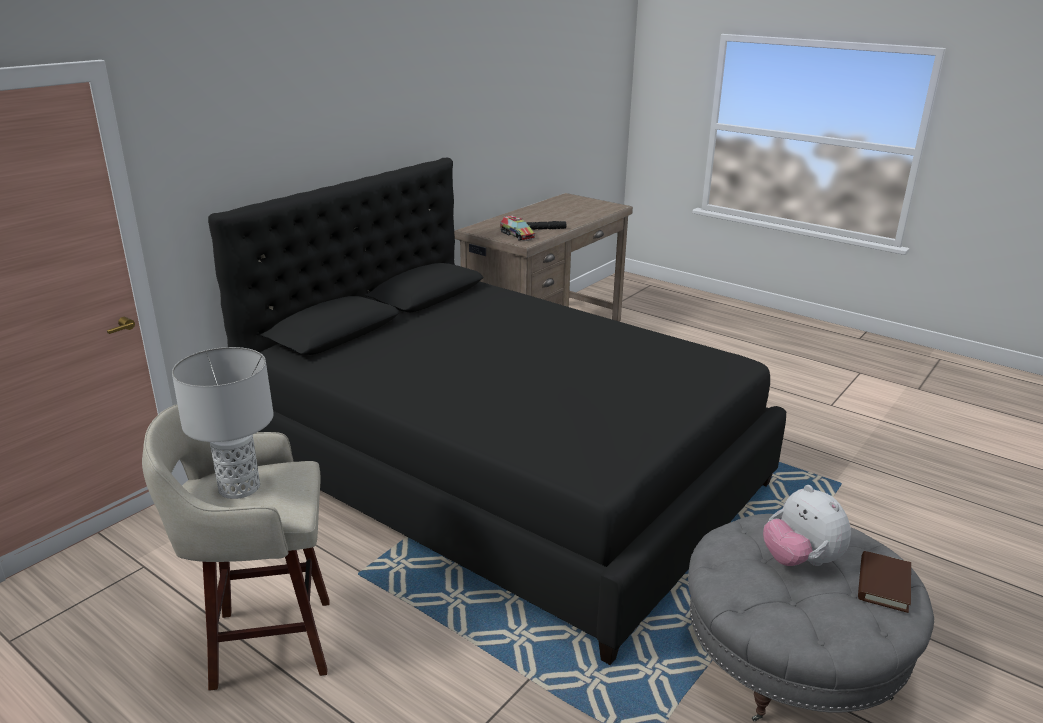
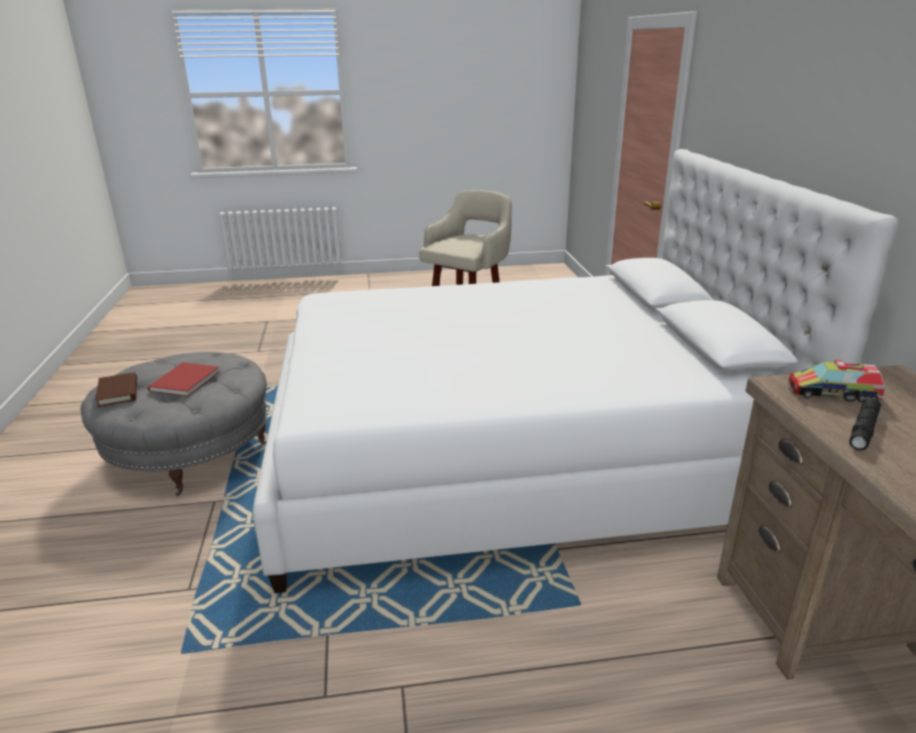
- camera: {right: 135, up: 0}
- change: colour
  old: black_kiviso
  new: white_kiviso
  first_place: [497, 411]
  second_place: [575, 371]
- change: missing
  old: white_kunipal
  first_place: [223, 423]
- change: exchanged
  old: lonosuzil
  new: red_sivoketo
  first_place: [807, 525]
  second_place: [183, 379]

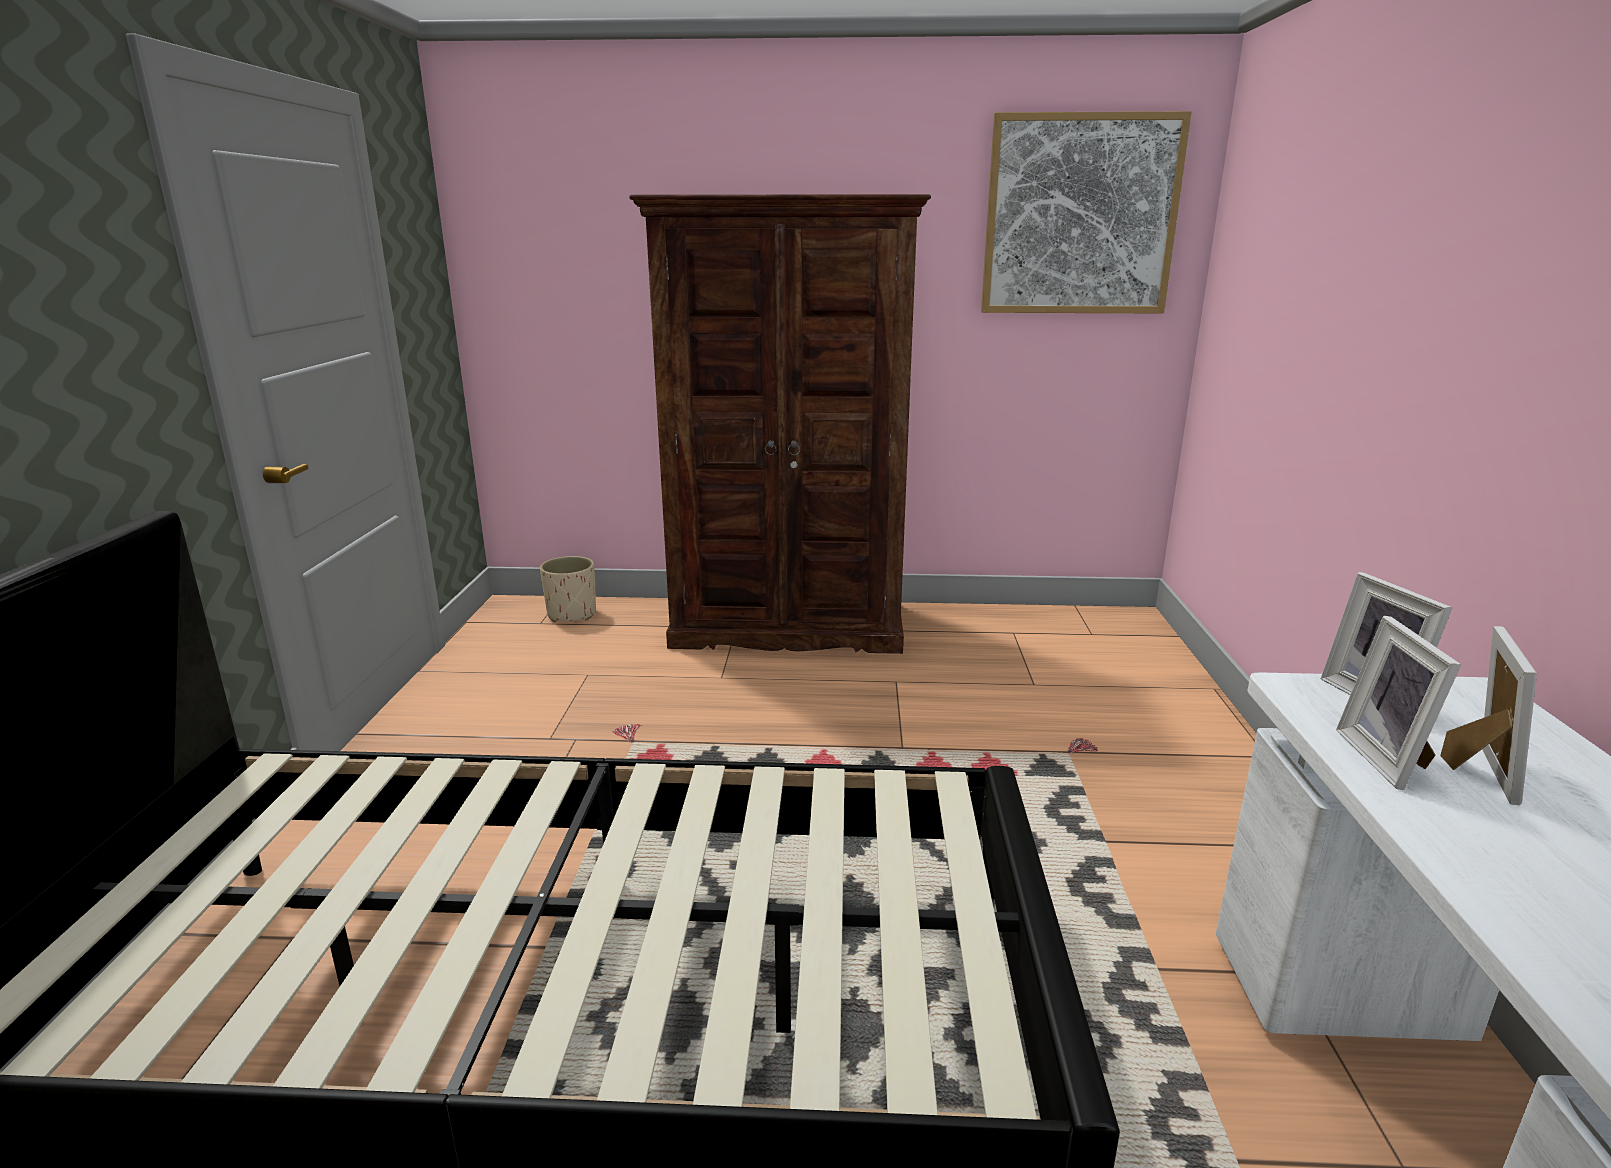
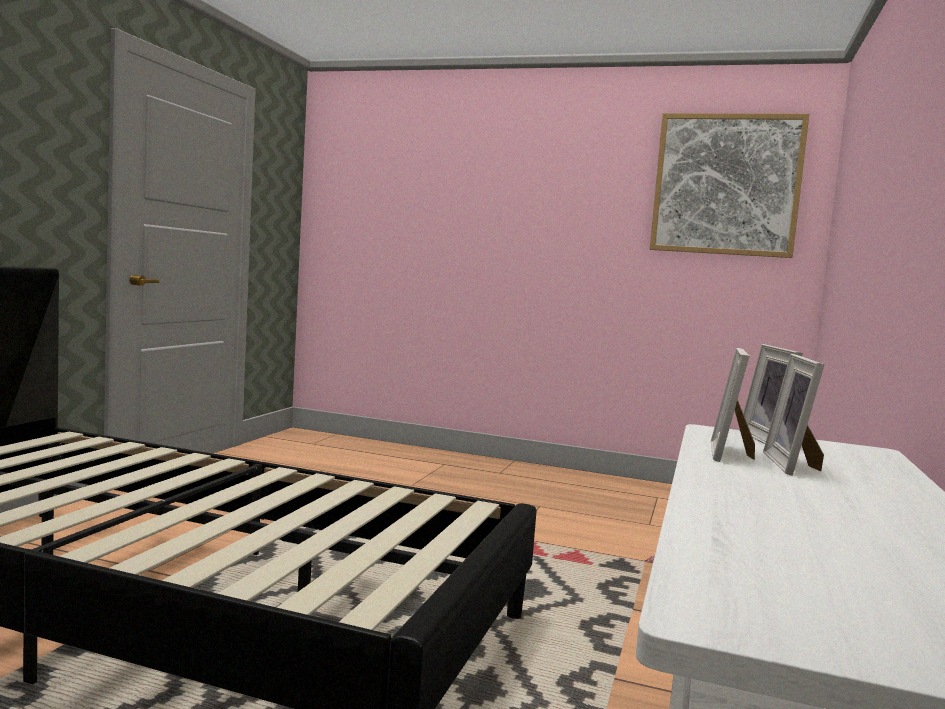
- camera: {right: 15, up: -15}
- change: missing
  old: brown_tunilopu
  first_place: [780, 424]
- change: missing
  old: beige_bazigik
  first_place: [568, 589]
- change: spun
  old: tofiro
  first_place: [1488, 715]
  second_place: [794, 415]
  degrees: 150

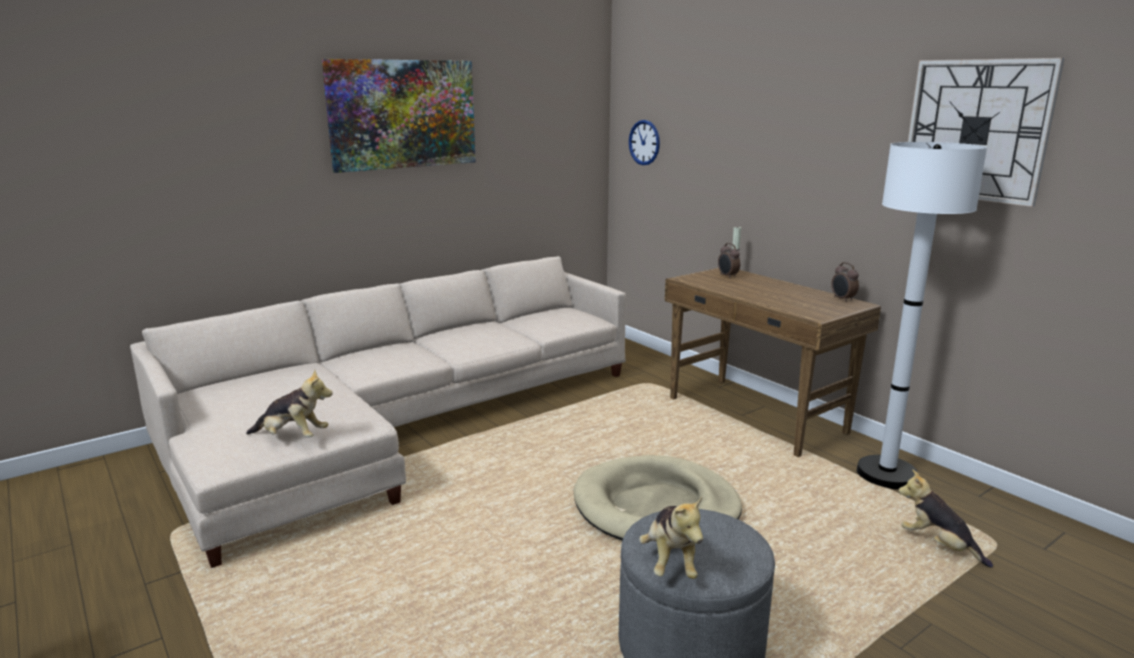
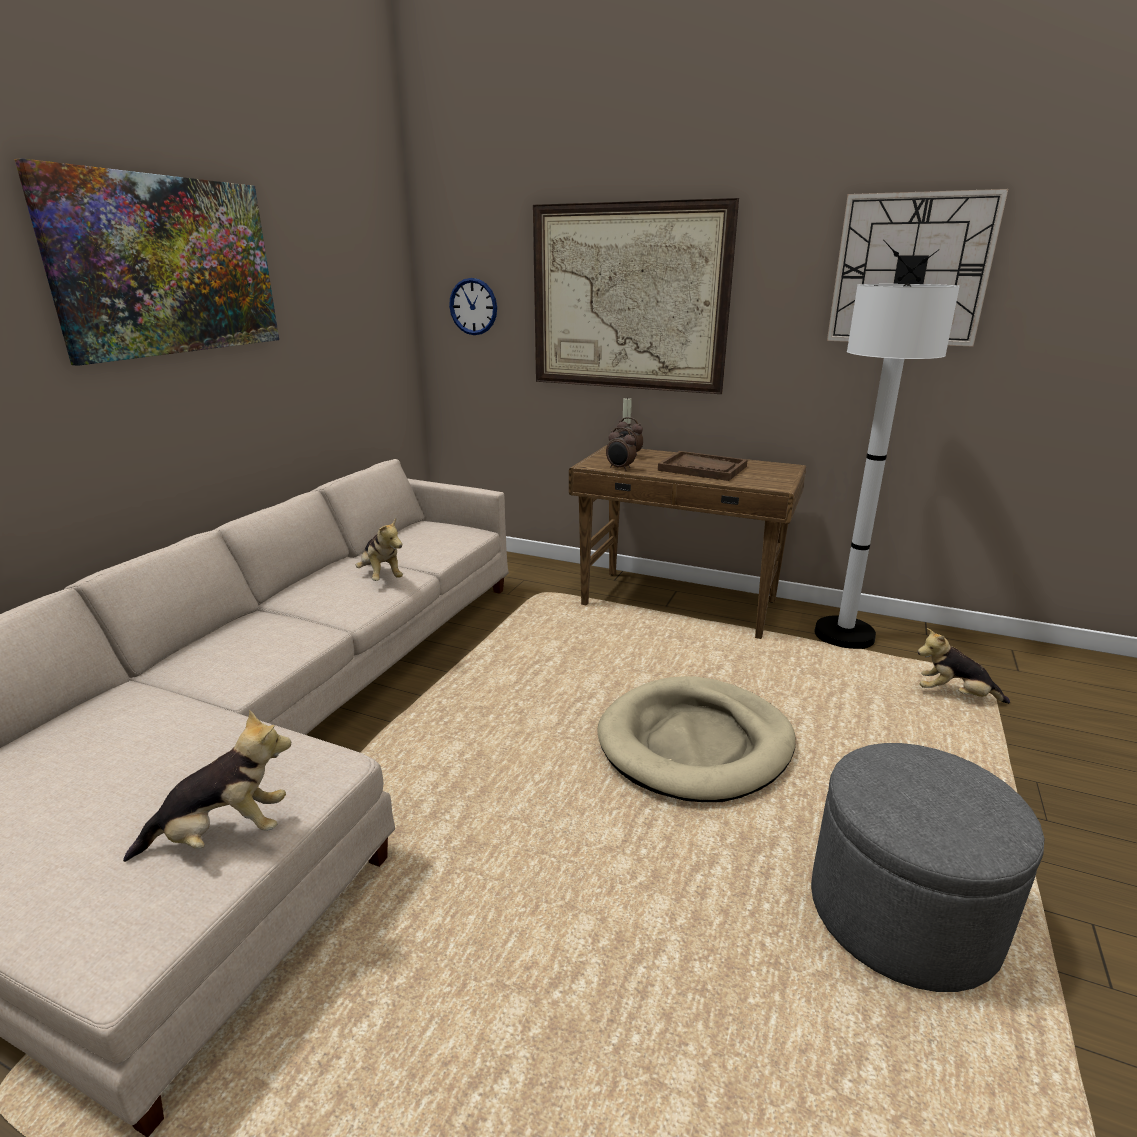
- camera: {right: -30, up: 5}
- change: relocated
  old: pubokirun
  first_place: [845, 282]
  second_place: [621, 449]
- change: relocated
  old: lonosuzil
  first_place: [671, 538]
  second_place: [379, 549]
- change: appeared
  new: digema
  second_place: [636, 296]
- change: appeared
  new: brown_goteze
  second_place: [703, 466]

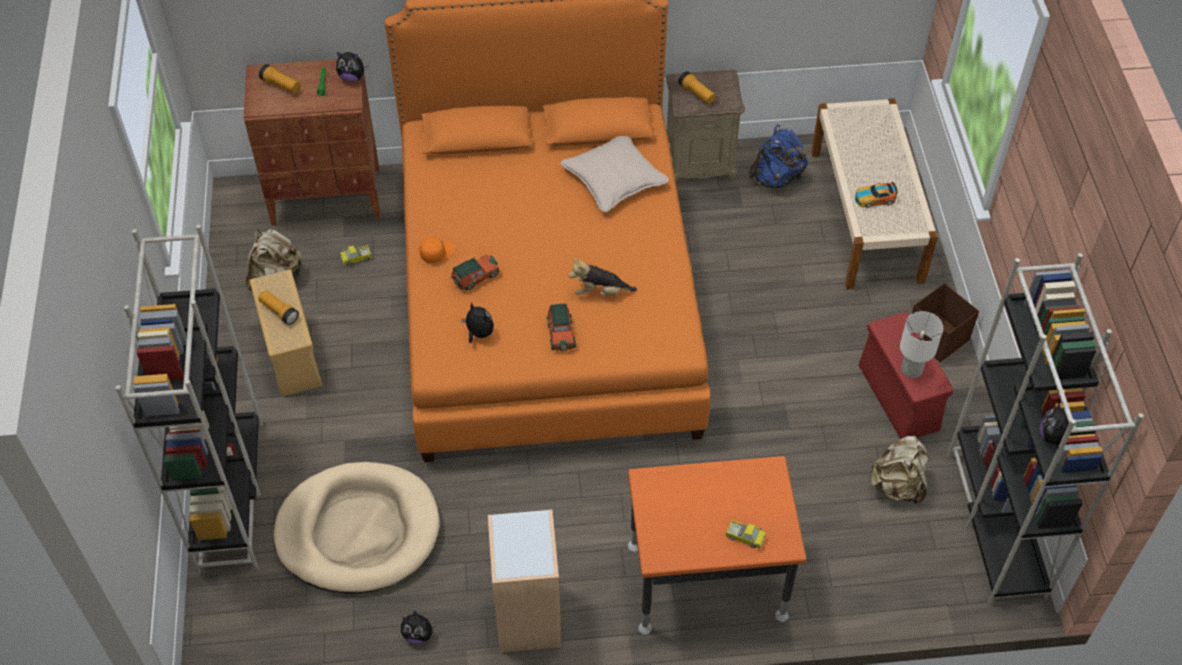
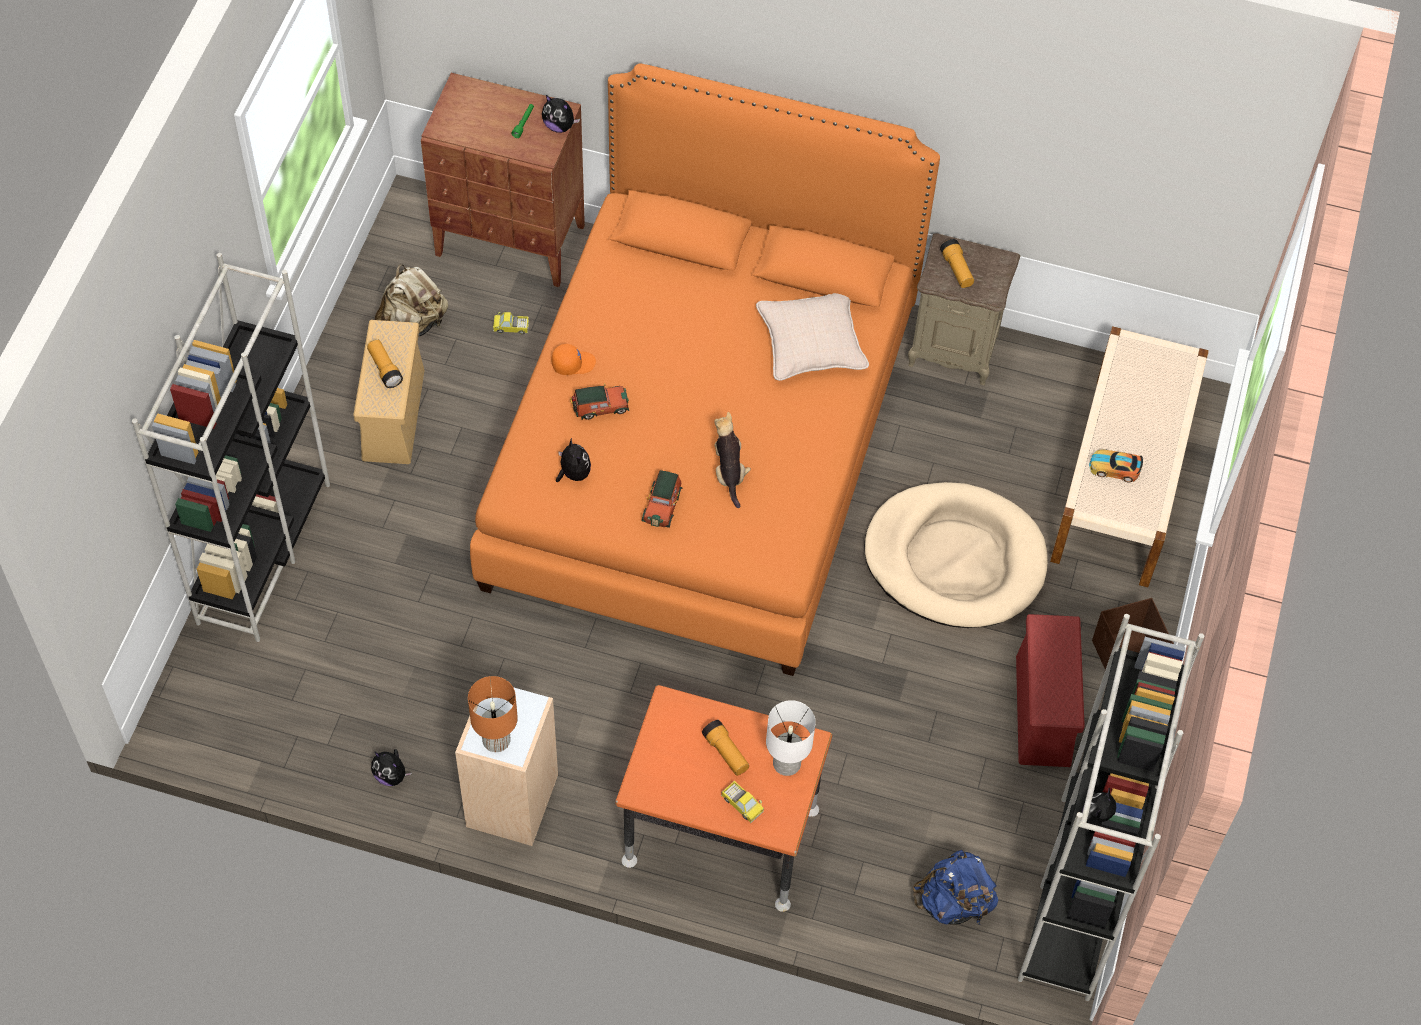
- camera: {right: 20, up: 5}
- change: relocated
  old: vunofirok
  first_place: [279, 79]
  second_place: [725, 748]
- change: relocated
  old: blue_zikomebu
  first_place: [778, 156]
  second_place: [955, 887]
- change: spun
  old: lonosuzil
  first_place: [602, 276]
  second_place: [732, 460]
  degrees: 60
- change: relocated
  old: white_kunipal
  first_place: [921, 344]
  second_place: [791, 738]
- change: missing
  old: beige_zikomebu
  first_place: [899, 470]
- change: relocated
  old: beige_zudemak
  first_place: [357, 528]
  second_place: [956, 555]
- change: appeared
  new: orange_kunipal
  second_place: [493, 714]

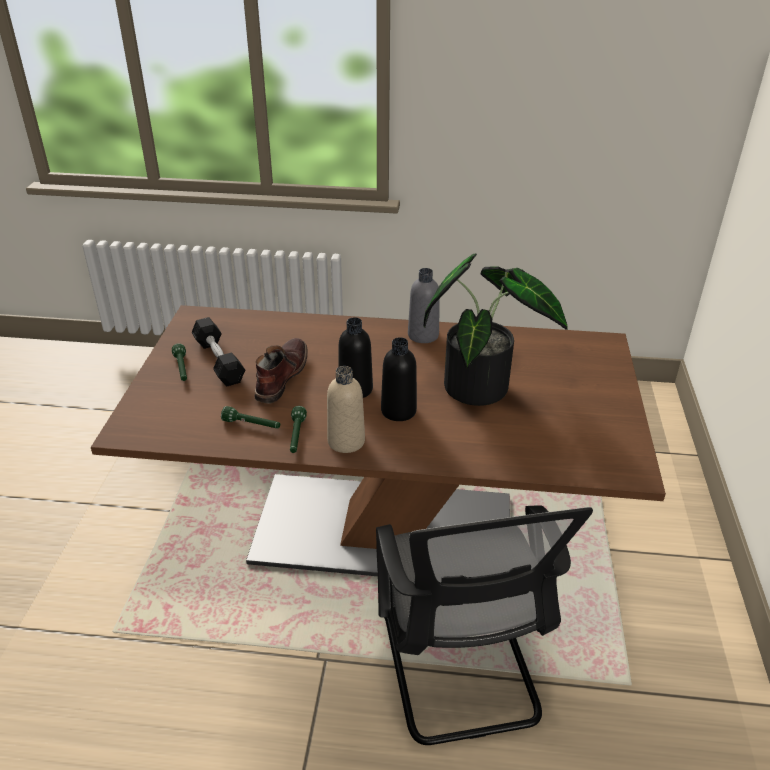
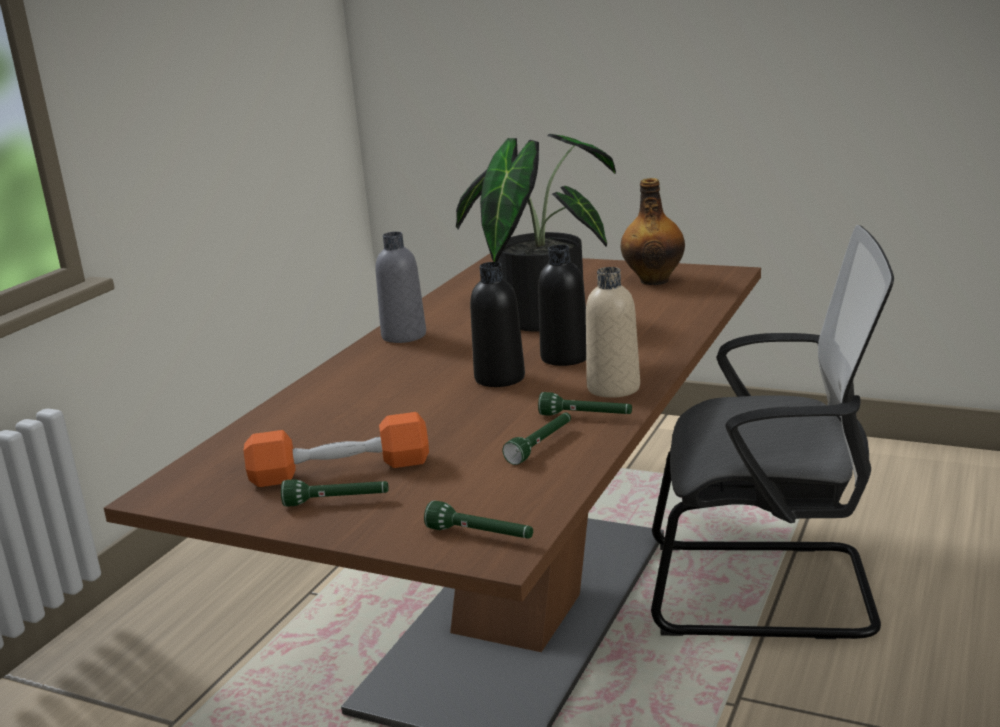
- camera: {right: -70, up: -15}
- change: colour
  old: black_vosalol
  new: orange_vosalol
  first_place: [218, 351]
  second_place: [336, 449]
- change: missing
  old: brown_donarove
  first_place: [281, 371]
- change: appeared
  new: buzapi
  second_place: [652, 231]
- change: appeared
  new: green_vunofirok
  second_place: [478, 520]

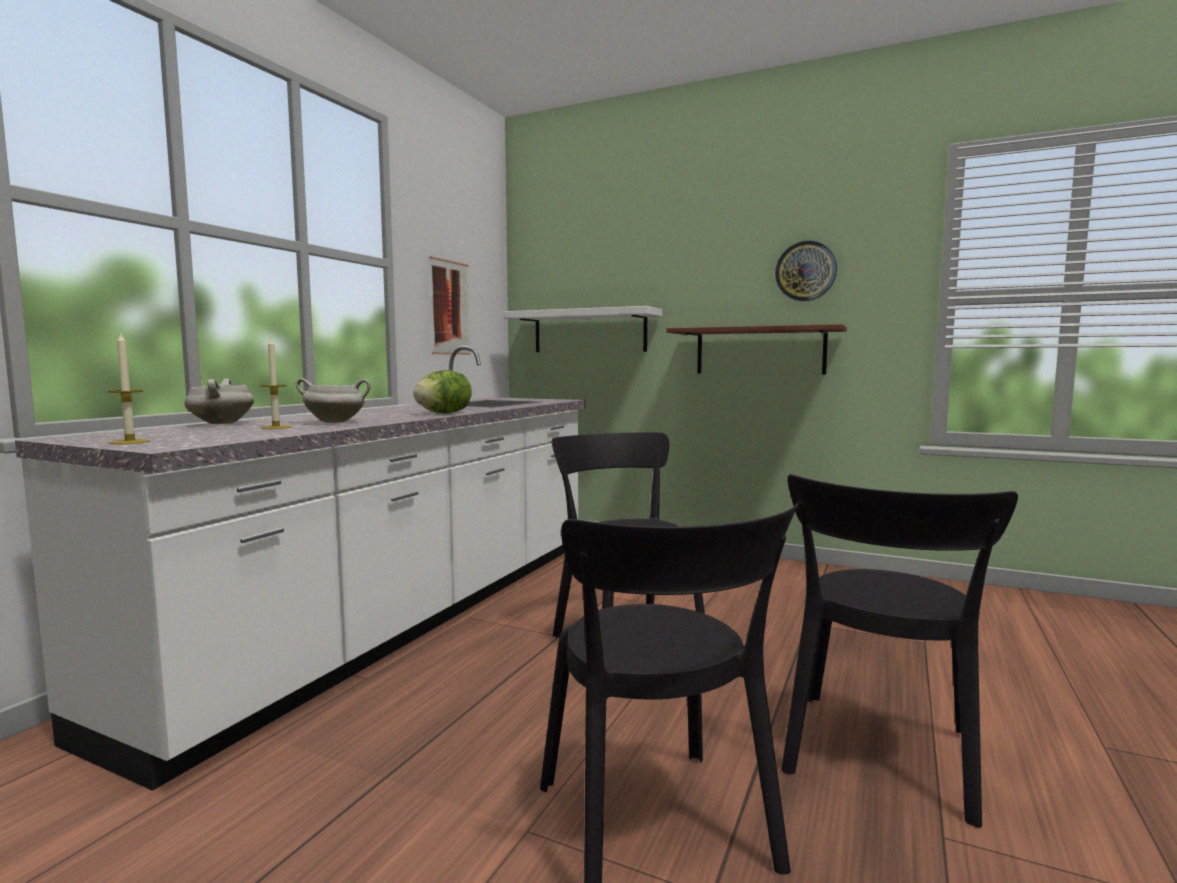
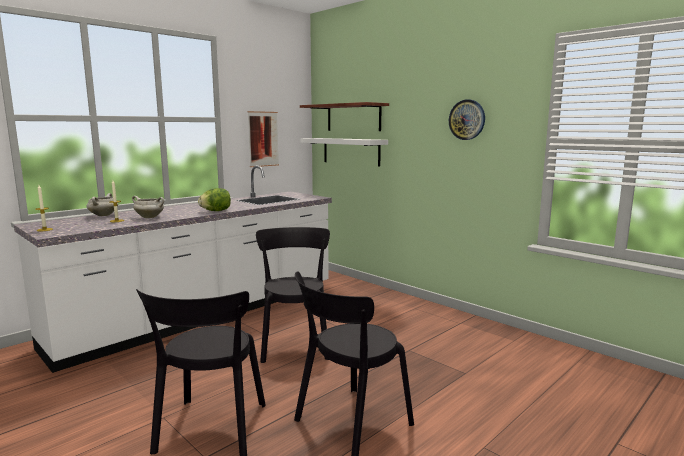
- camera: {right: 20, up: 5}
- change: relocated
  old: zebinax
  first_place: [756, 349]
  second_place: [344, 116]

